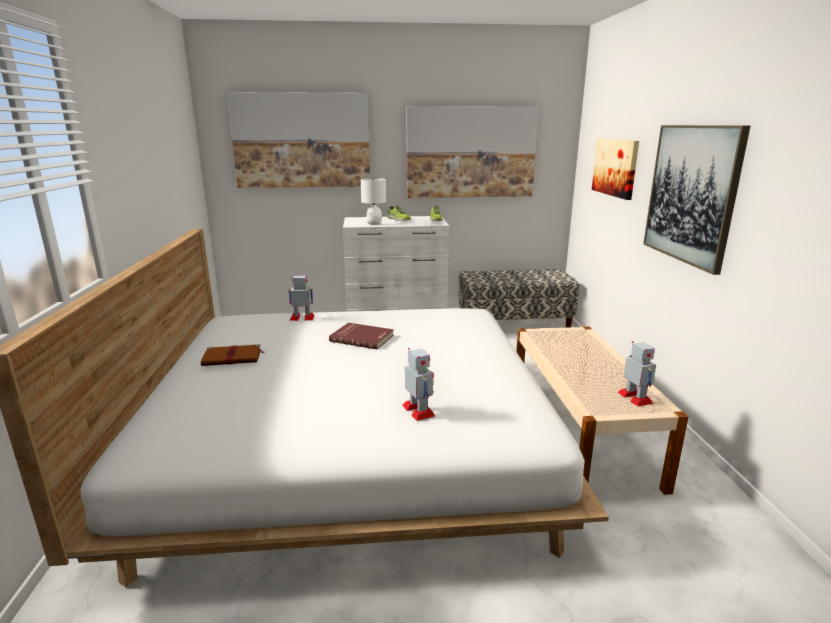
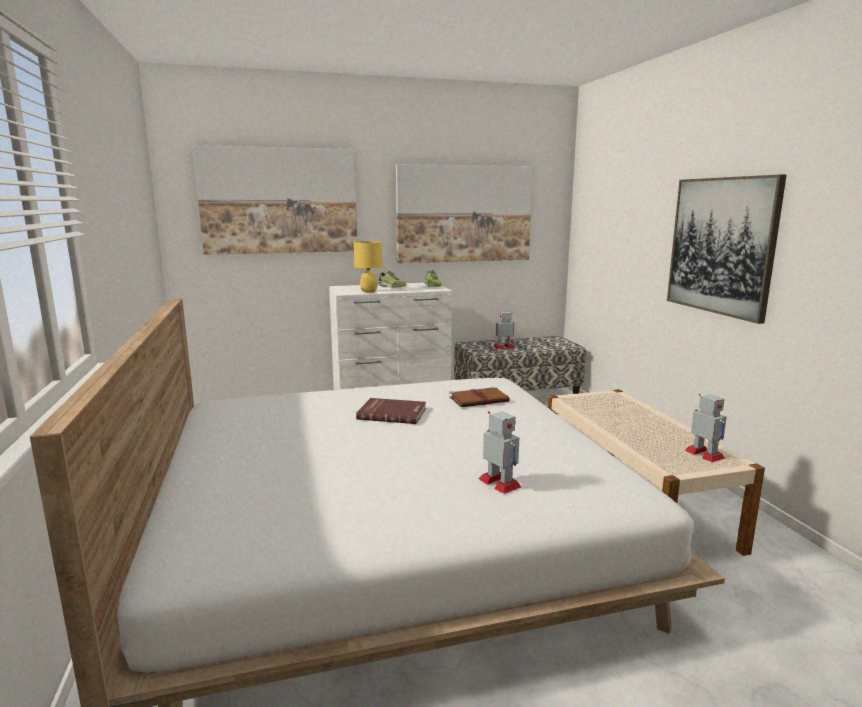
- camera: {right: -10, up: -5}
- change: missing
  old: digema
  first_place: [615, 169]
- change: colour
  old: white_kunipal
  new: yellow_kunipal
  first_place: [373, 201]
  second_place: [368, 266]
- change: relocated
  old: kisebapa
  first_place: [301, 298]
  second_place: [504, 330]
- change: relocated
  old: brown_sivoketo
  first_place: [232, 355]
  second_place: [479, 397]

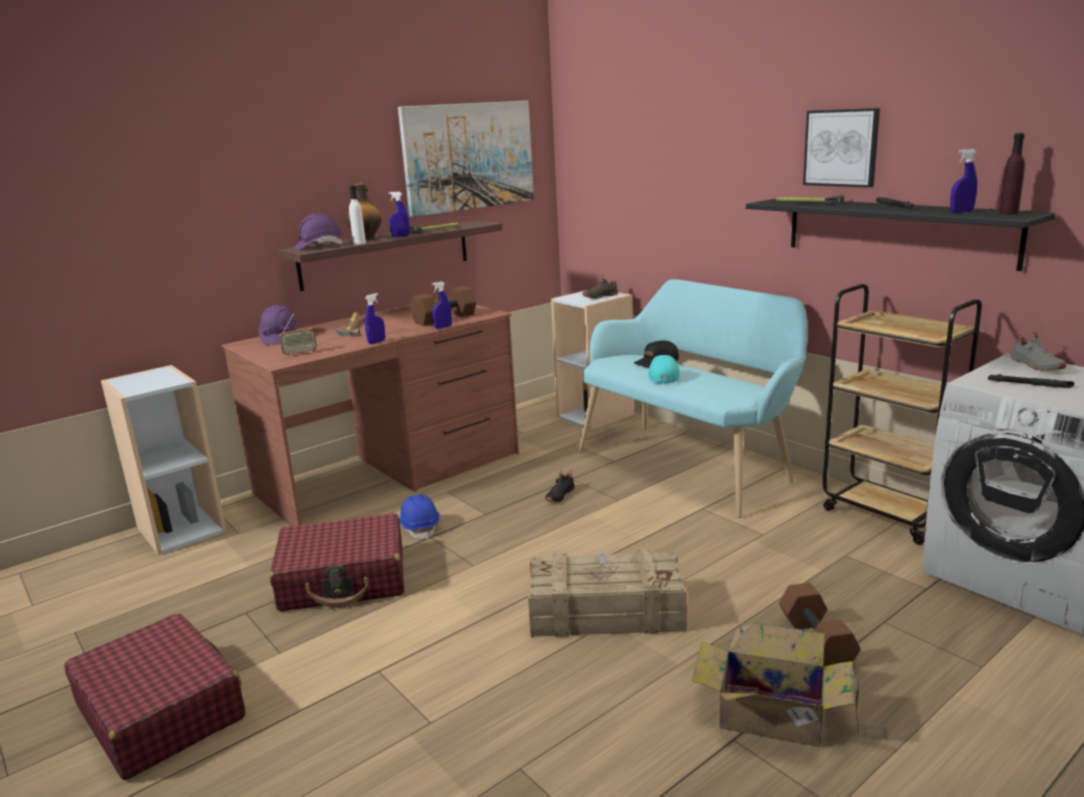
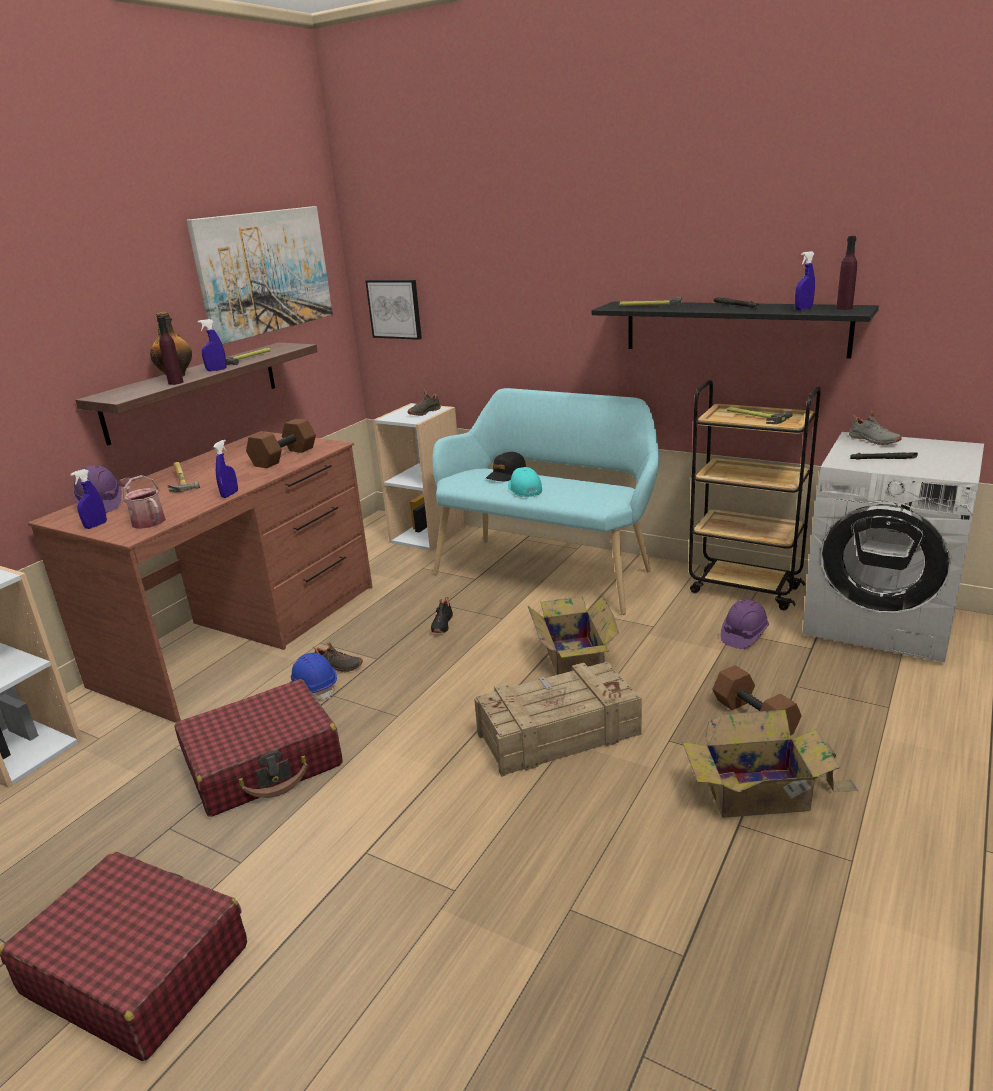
- camera: {right: -20, up: 5}
- change: relocated
  old: digema
  first_place: [841, 148]
  second_place: [394, 310]
- change: colour
  old: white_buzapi
  new: purple_buzapi
  first_place: [357, 215]
  second_place: [170, 351]
- change: relocated
  old: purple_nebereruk
  first_place: [318, 231]
  second_place: [745, 624]
- change: relocated
  old: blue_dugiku
  first_place: [442, 305]
  second_place: [88, 499]
- change: exchanged
  old: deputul
  new: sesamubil
  first_place: [298, 334]
  second_place: [141, 502]
- change: appeared
  new: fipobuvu
  second_place: [760, 415]
- change: appeared
  new: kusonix
  second_place: [573, 635]
- change: appeared
  new: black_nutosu
  second_place: [337, 657]

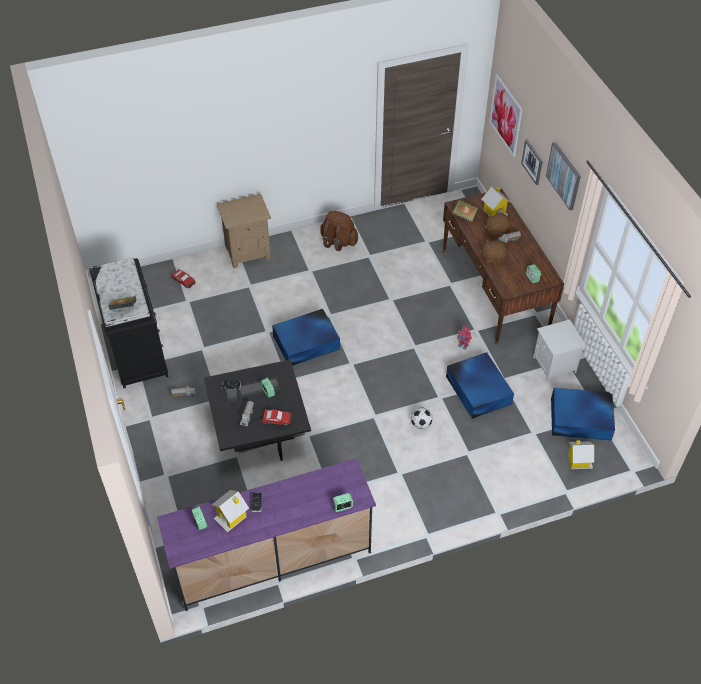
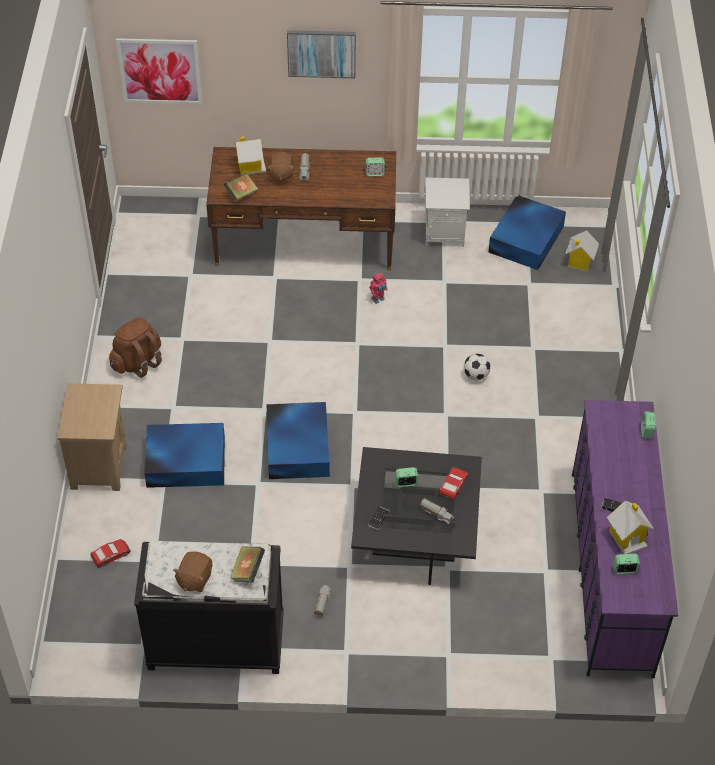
- camera: {right: -70, up: 0}
- change: missing
  old: digema
  first_place: [532, 162]
- change: relocated
  old: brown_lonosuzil
  first_place: [493, 251]
  second_place: [192, 571]
- change: relocated
  old: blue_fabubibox
  first_place: [480, 385]
  second_place: [184, 455]

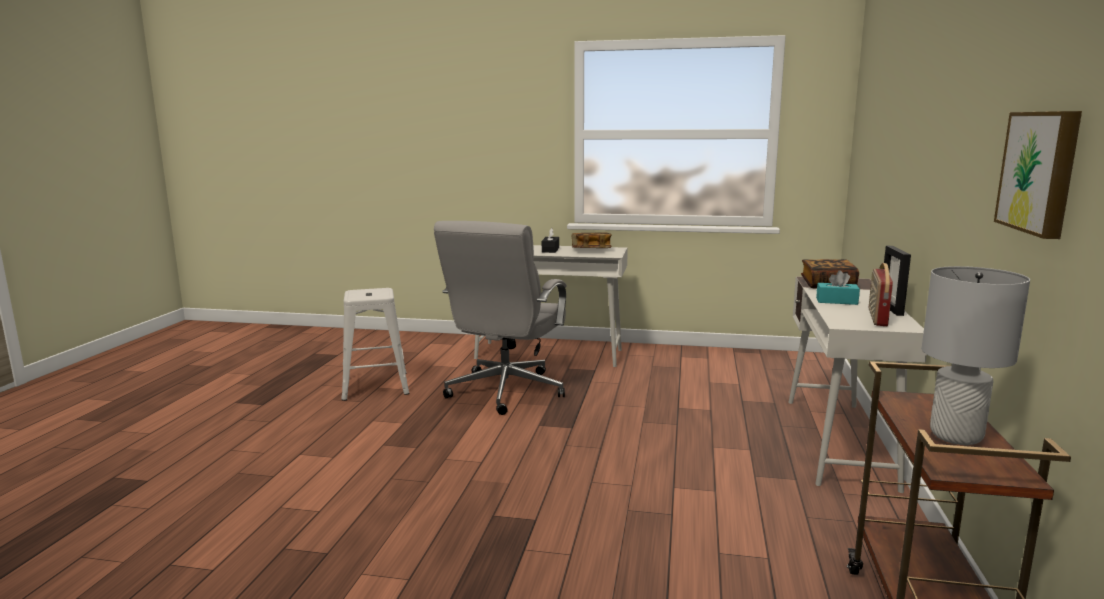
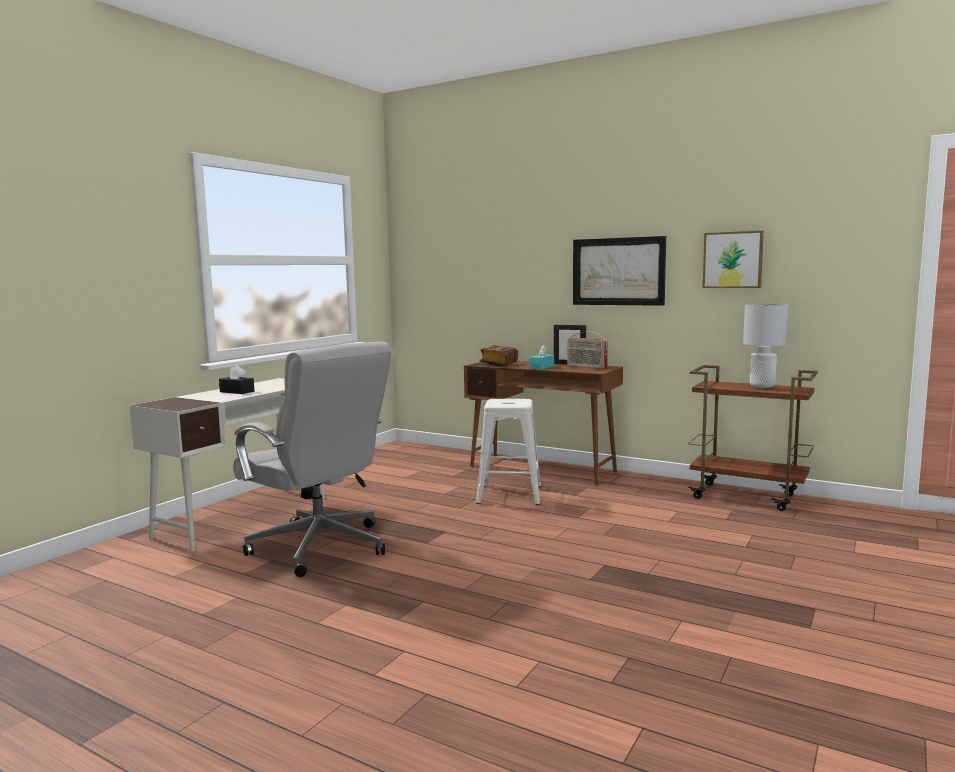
- camera: {right: -70, up: -5}
- change: missing
  old: sivoketo
  first_place: [592, 240]
- change: colour
  old: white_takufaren
  new: brown_takufaren
  first_place: [857, 384]
  second_place: [543, 423]
- change: relocated
  old: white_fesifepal
  first_place: [375, 344]
  second_place: [508, 452]
- change: appeared
  new: digema
  second_place: [619, 271]

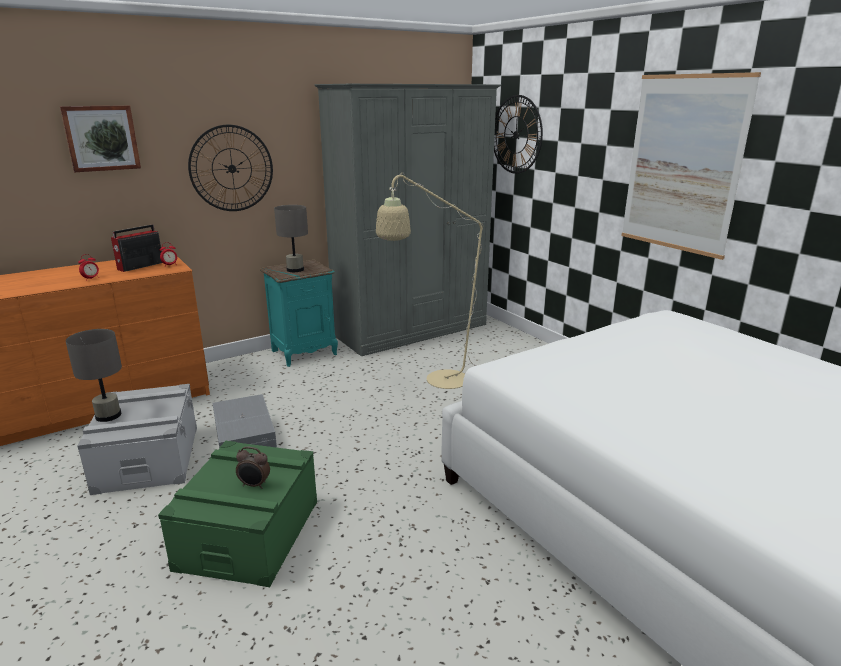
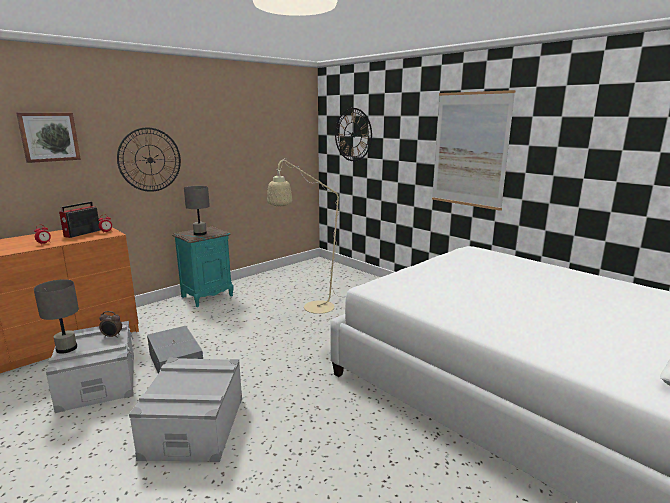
- camera: {right: -10, up: -5}
- change: missing
  old: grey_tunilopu
  first_place: [407, 220]
- change: colour
  old: green_fabubibox
  new: grey_fabubibox
  first_place: [237, 514]
  second_place: [185, 410]
- change: relocated
  old: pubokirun
  first_place: [253, 468]
  second_place: [110, 324]

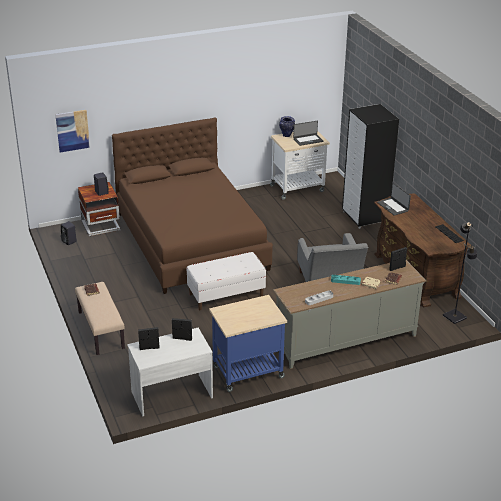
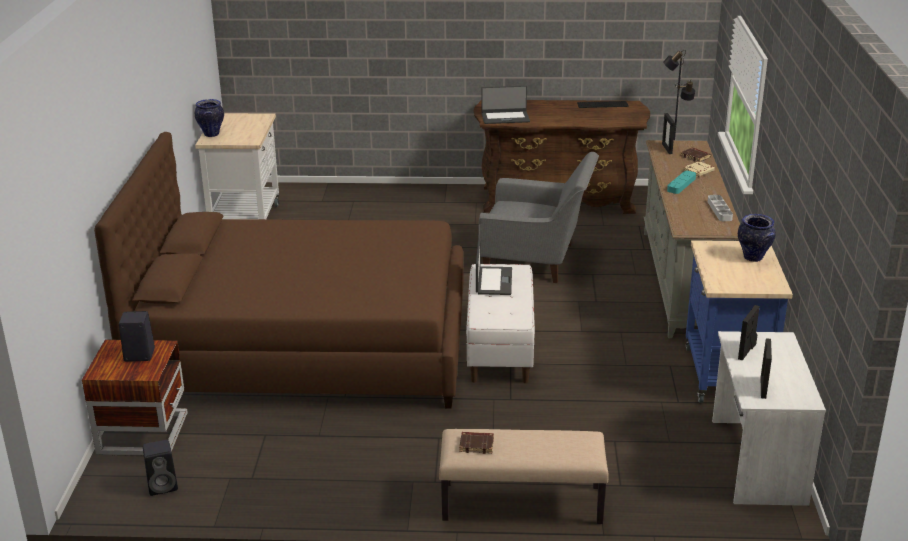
- camera: {right: -65, up: -5}
- change: missing
  old: tunilopu
  first_place: [370, 166]
- change: missing
  old: digema
  first_place: [72, 131]
- change: relocated
  old: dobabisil
  first_place: [308, 133]
  second_place: [494, 266]
- change: appeared
  new: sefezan
  second_place: [756, 238]

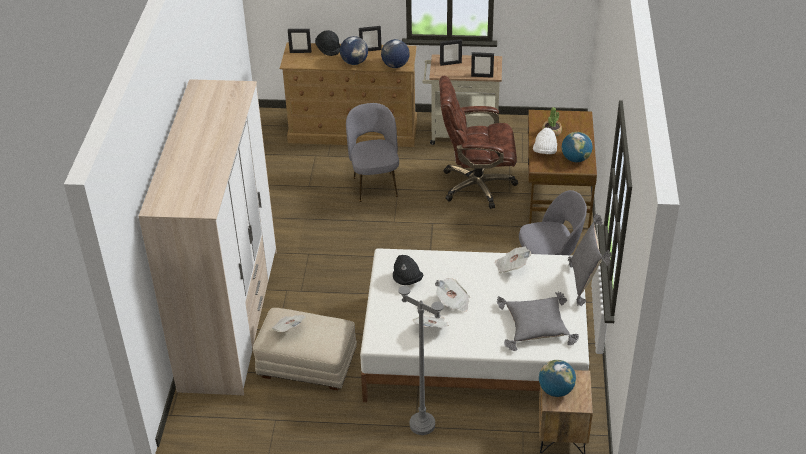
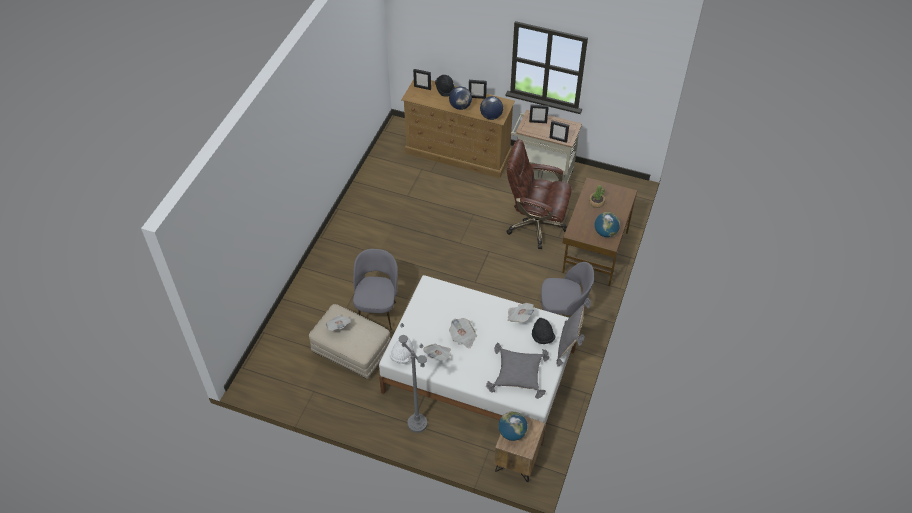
- camera: {right: 15, up: 10}
- change: missing
  old: tunilopu
  first_place: [208, 237]
- change: relocated
  old: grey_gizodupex
  first_place: [372, 152]
  second_place: [375, 289]
- change: relocated
  old: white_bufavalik
  first_place: [545, 141]
  second_place: [402, 351]
- change: relocated
  old: black_bufavalik
  first_place: [408, 270]
  second_place: [544, 331]

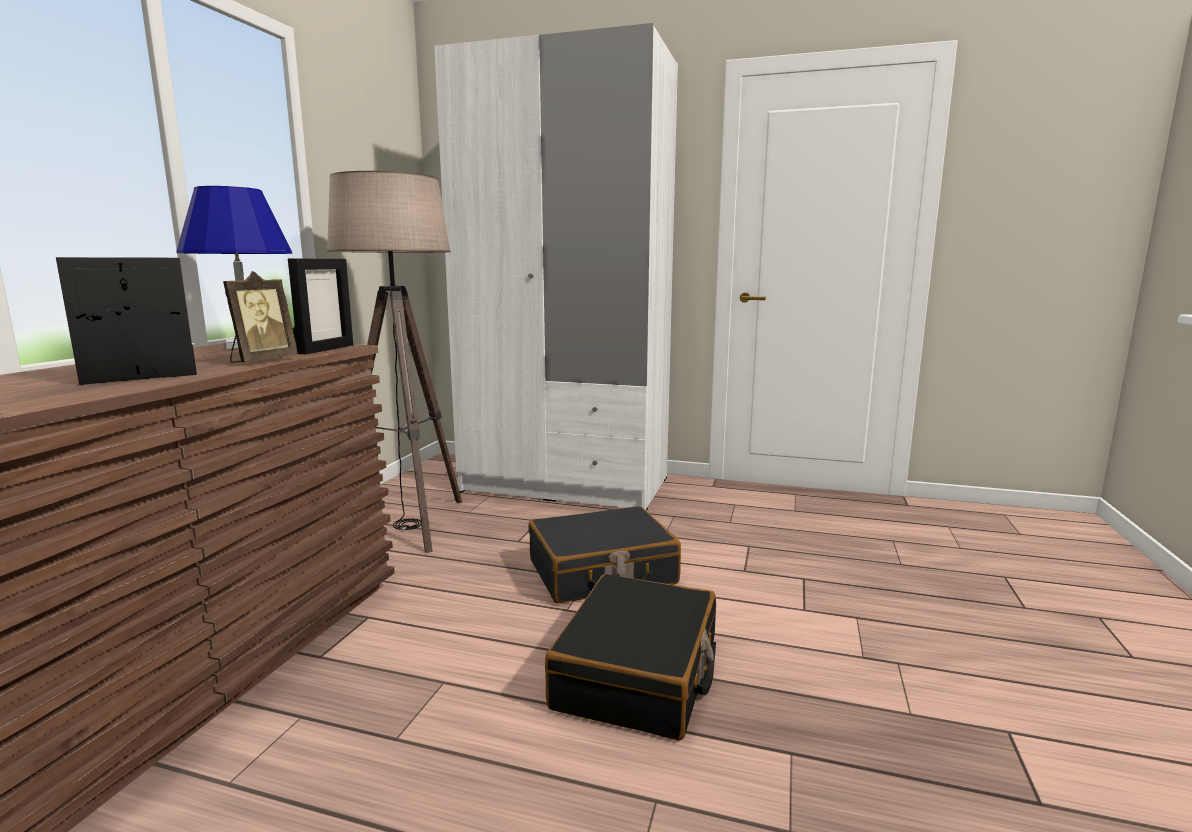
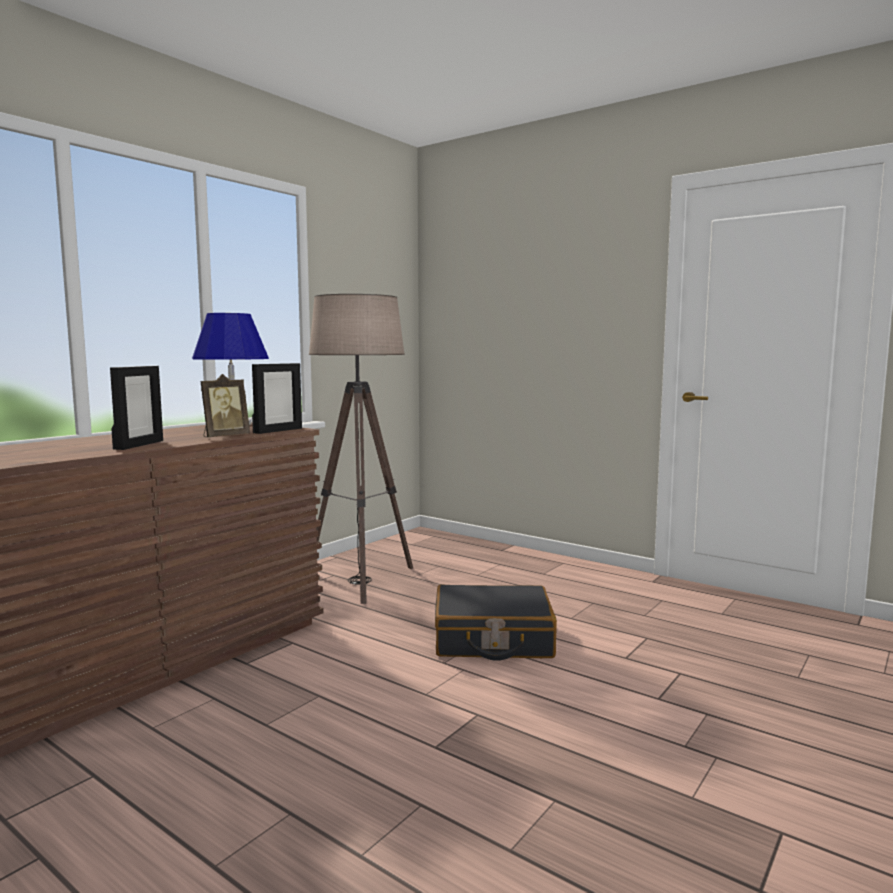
- camera: {right: 20, up: -5}
- change: missing
  old: white_tunilopu
  first_place: [556, 267]
- change: spun
  old: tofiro
  first_place: [126, 321]
  second_place: [136, 408]
  degrees: 120
- change: missing
  old: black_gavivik
  first_place: [630, 657]

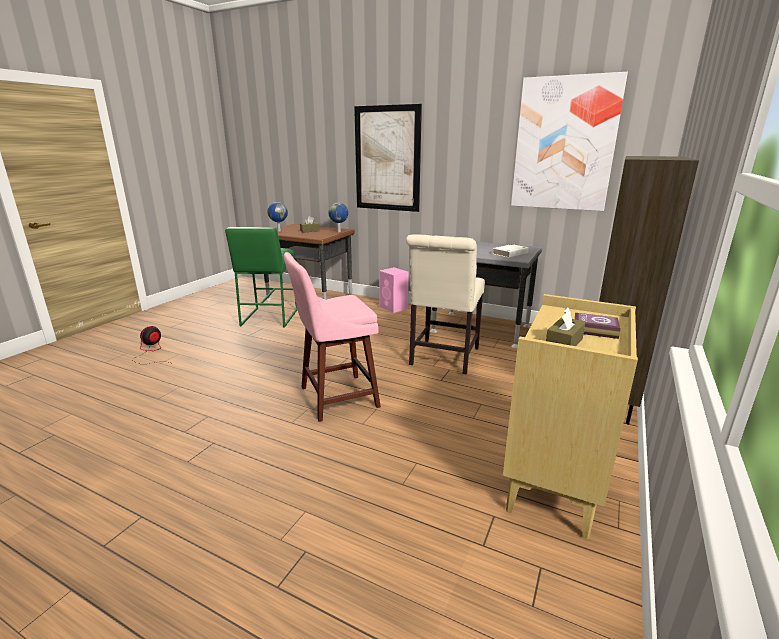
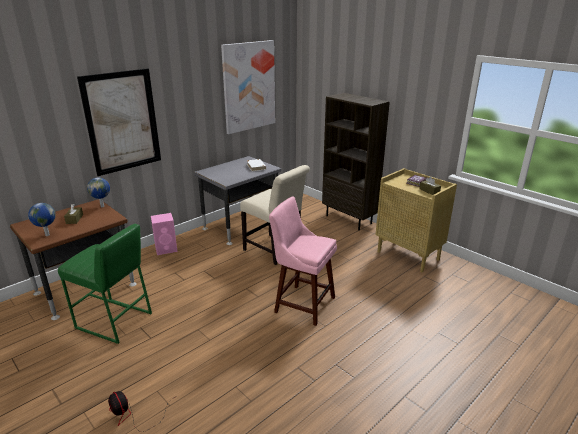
- camera: {right: -70, up: 5}
- change: spun
  old: pink_gizodupex
  first_place: [332, 337]
  second_place: [303, 261]
  degrees: 120

